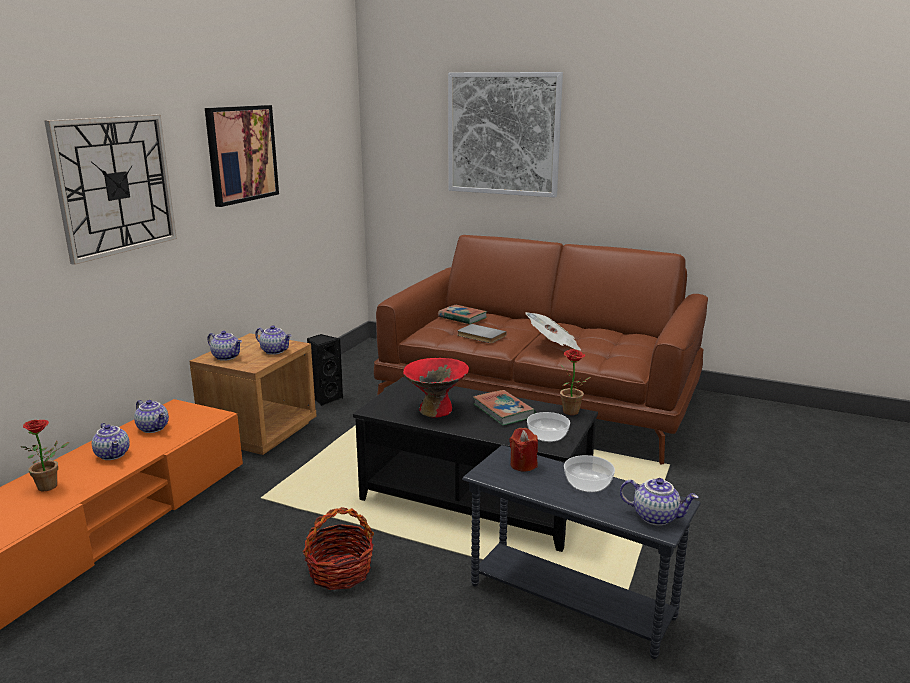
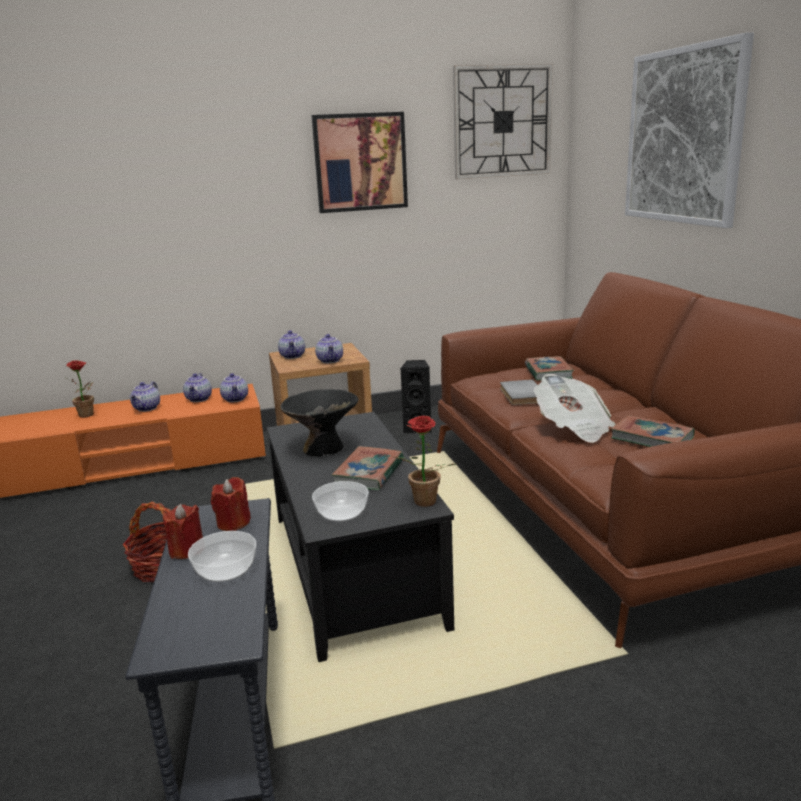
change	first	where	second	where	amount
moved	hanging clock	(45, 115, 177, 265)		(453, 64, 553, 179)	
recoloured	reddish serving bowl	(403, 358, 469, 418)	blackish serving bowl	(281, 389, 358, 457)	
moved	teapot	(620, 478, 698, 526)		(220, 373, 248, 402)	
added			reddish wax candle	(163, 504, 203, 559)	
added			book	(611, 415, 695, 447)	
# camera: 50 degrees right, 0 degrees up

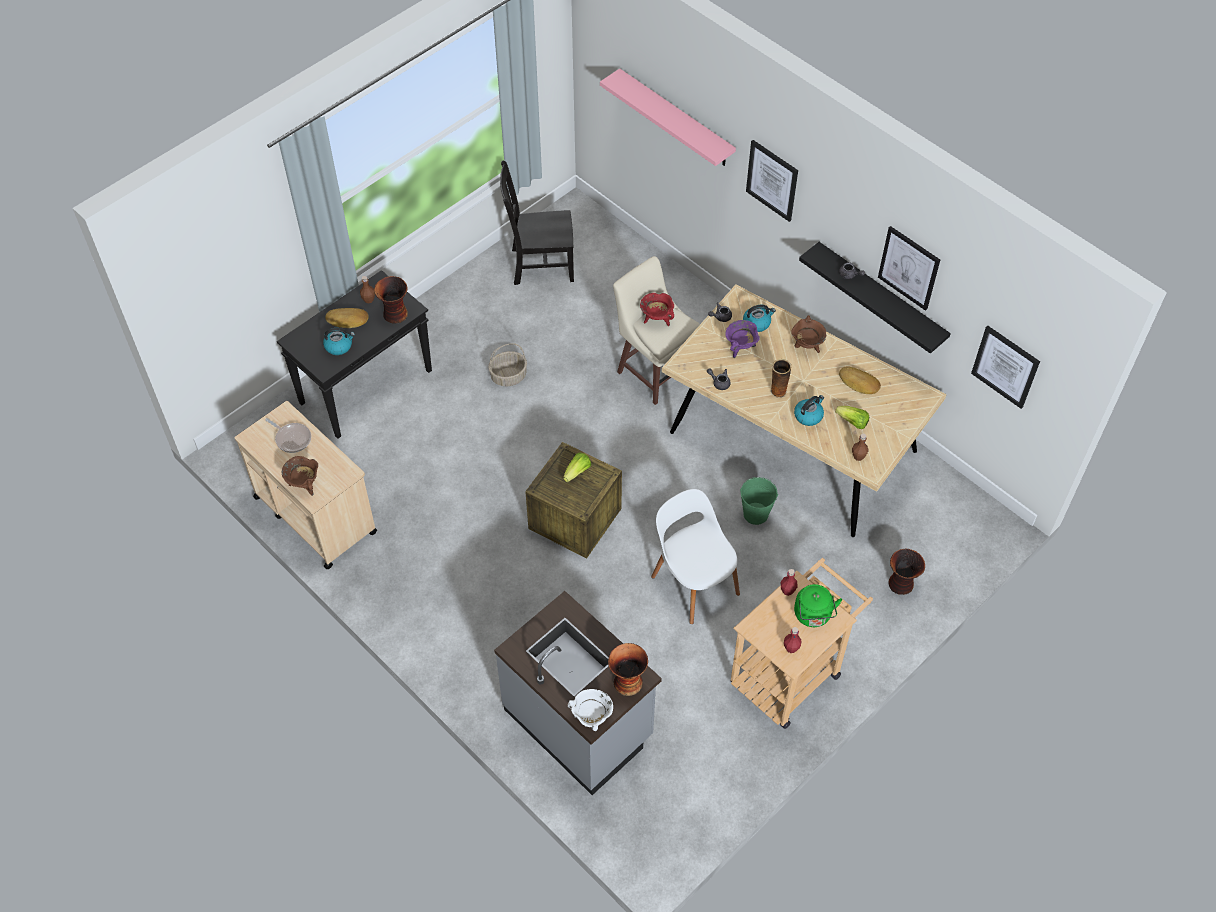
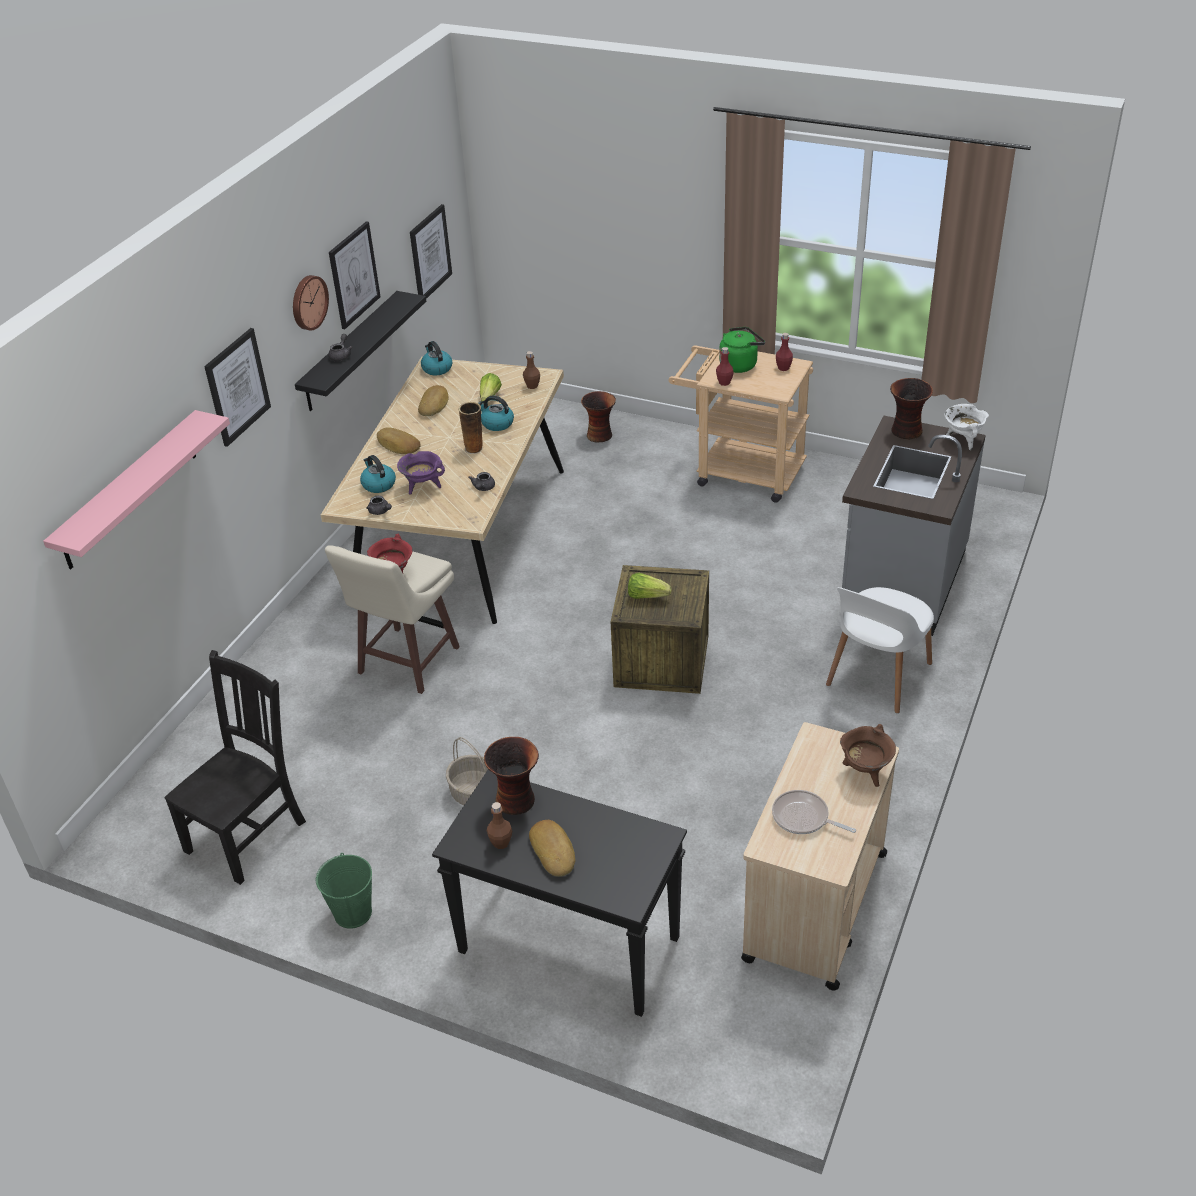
change	first	where	second	where	amount
turned	frying pan	(265, 418, 311, 453)		(772, 790, 856, 834)	75 degrees counterclockwise
moved	tea kettle	(323, 328, 355, 355)		(421, 341, 452, 375)	
turned	blackish chair	(500, 160, 574, 285)		(164, 650, 306, 885)	120 degrees counterclockwise
moved	white chair	(651, 489, 740, 624)		(826, 587, 934, 713)	
moved	green-coloured water bucket	(740, 477, 778, 525)		(316, 853, 372, 929)	
replaced	brown-coloured cooking pot	(791, 315, 826, 353)	bread	(377, 427, 421, 454)	
added			hanging clock	(293, 275, 329, 331)	
# camera: 110 degrees left, 15 degrees down

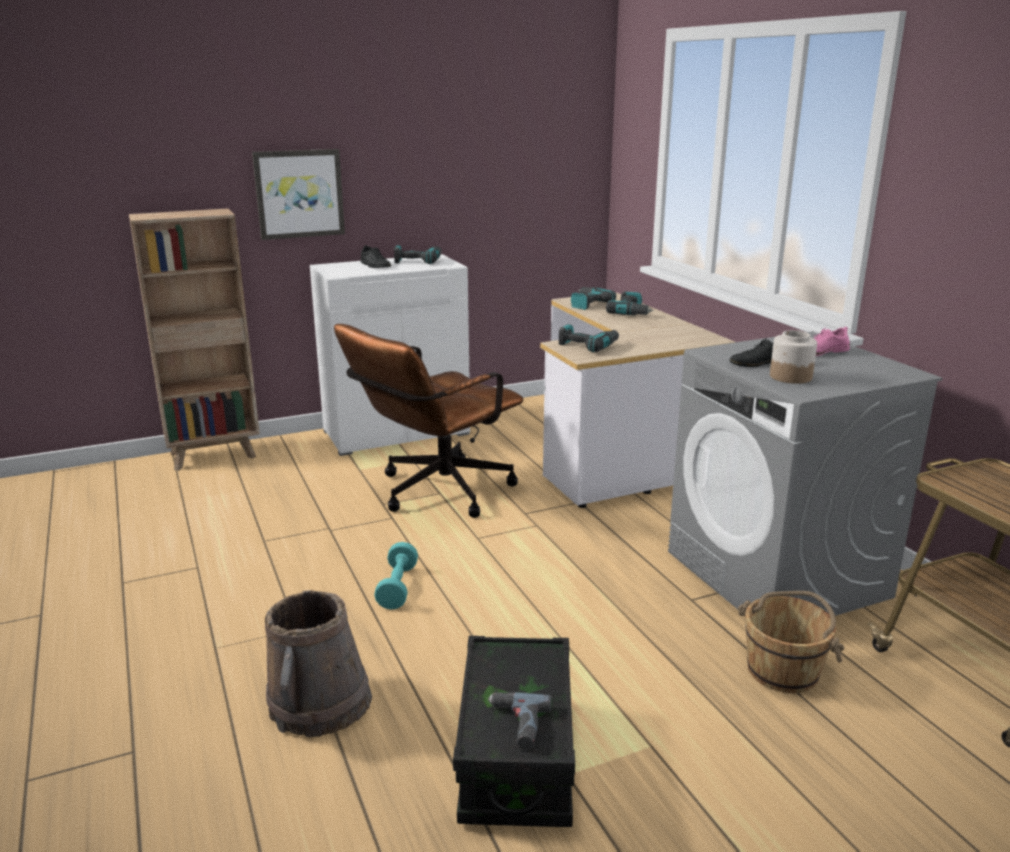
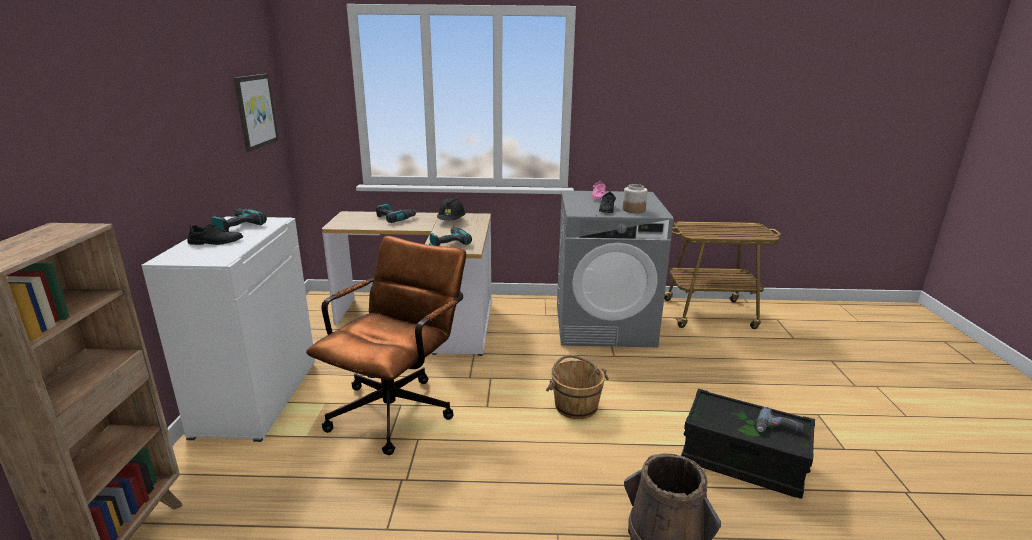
change	first	where	second	where	amount
moved	wall picture	(252, 149, 345, 240)		(234, 74, 278, 152)	
turned	brown-coloured desk chair	(334, 324, 523, 518)		(306, 236, 466, 455)	135 degrees counterclockwise
removed	blue-green free weight	(374, 542, 418, 610)			
removed	drill	(571, 287, 616, 310)			
moved	brown-coloured water bucket	(738, 591, 844, 693)		(546, 355, 609, 419)	
added			blackish hard hat	(437, 198, 465, 220)	
# camera: 65 degrees left, 0 degrees up

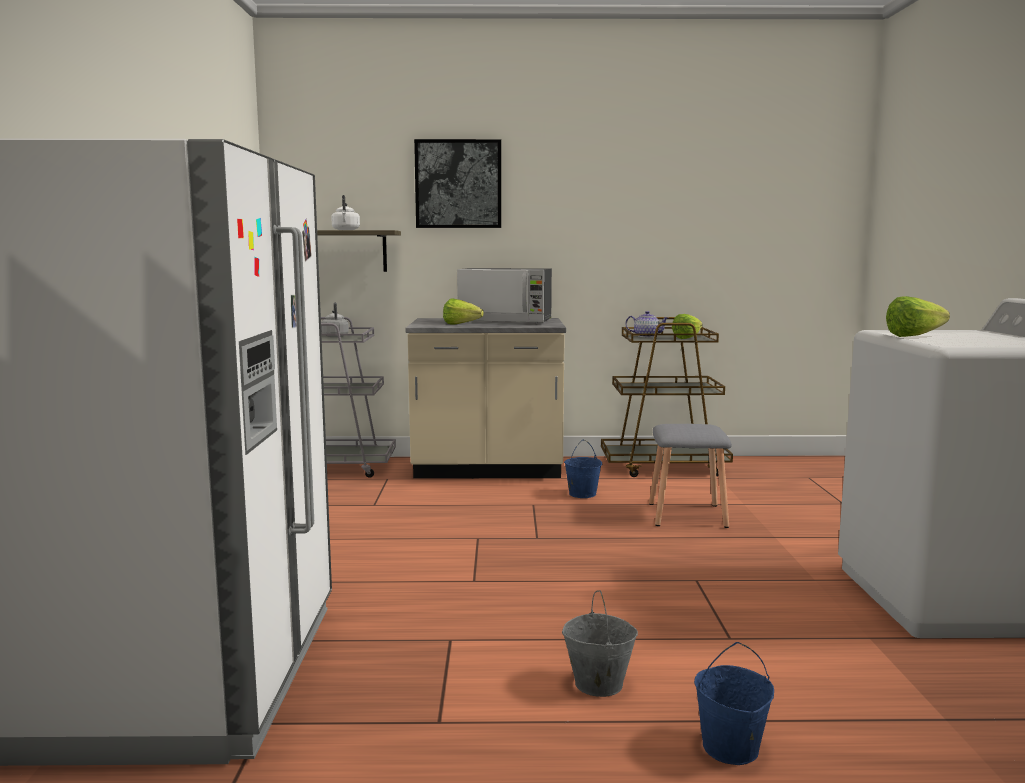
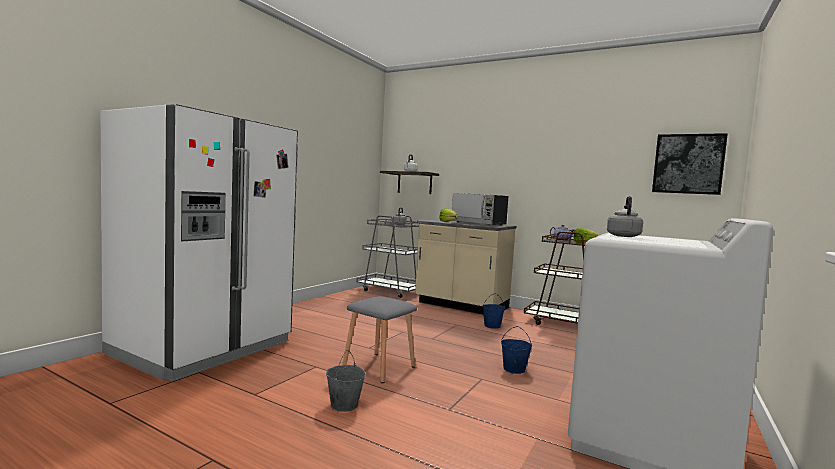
change	first	where	second	where	amount
moved	wall picture	(414, 139, 501, 228)		(652, 133, 728, 195)	
moved	greyish stool seat	(649, 424, 732, 528)		(342, 296, 417, 383)	
moved	bluish water bucket	(694, 642, 774, 765)		(501, 326, 532, 374)	
replaced	head of lettuce	(886, 296, 950, 337)	greyish tea kettle	(607, 196, 643, 237)	
# camera: 30 degrees right, 5 degrees down

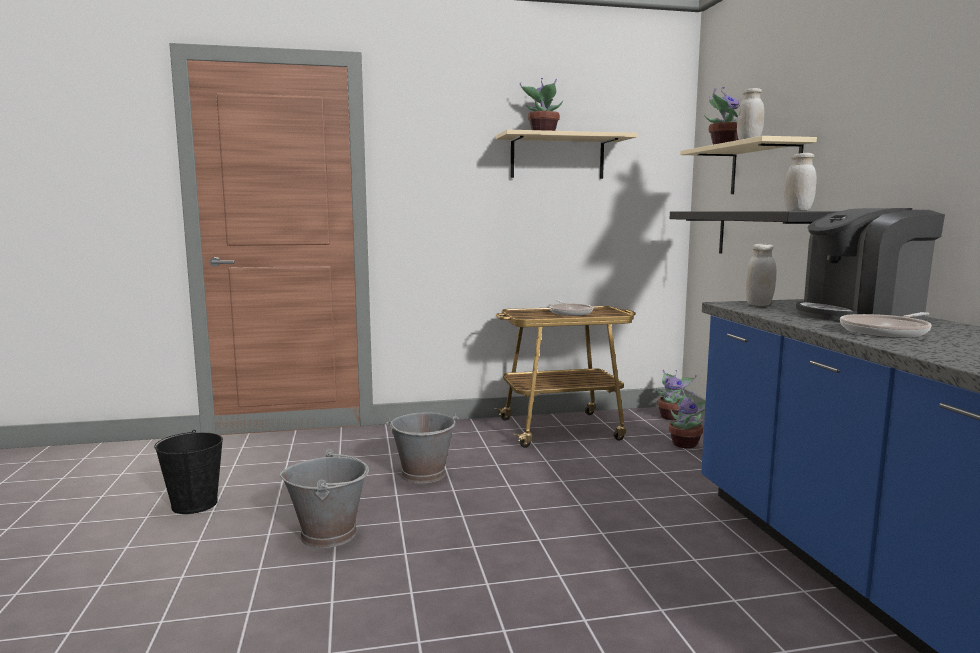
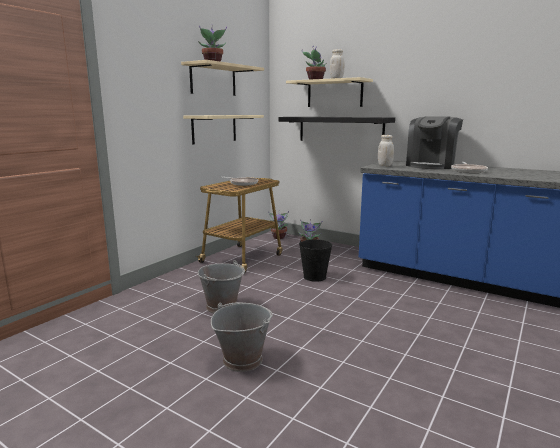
change	first	where	second	where	amount
moved	blackish water bucket	(154, 430, 223, 514)		(299, 239, 332, 282)	
removed	white preserve jar	(784, 153, 817, 211)			
added			beige wall shelf	(183, 115, 264, 145)	
# camera: 45 degrees left, 5 degrees up

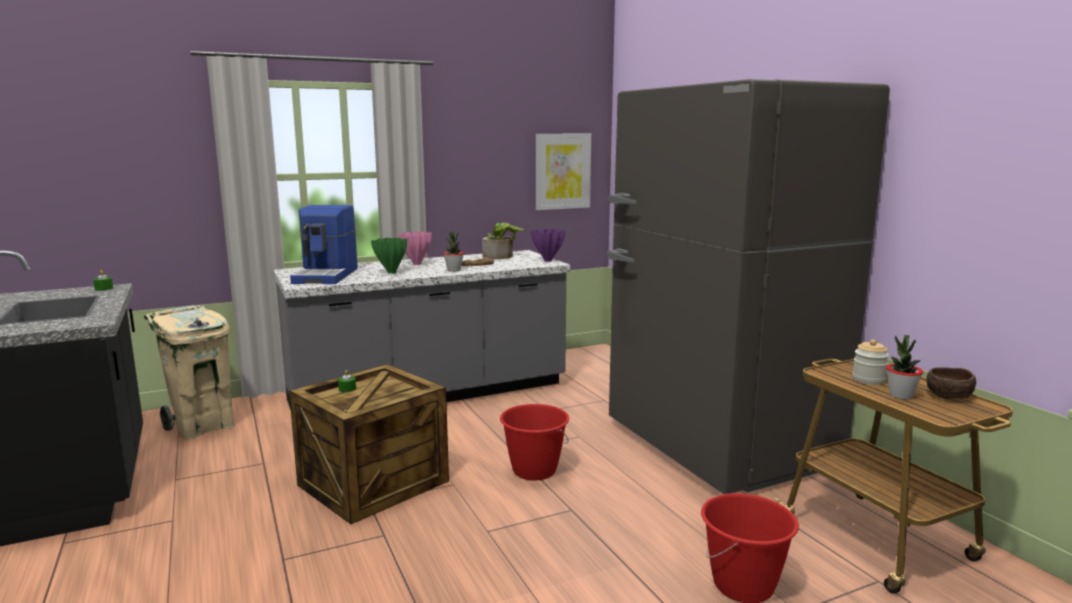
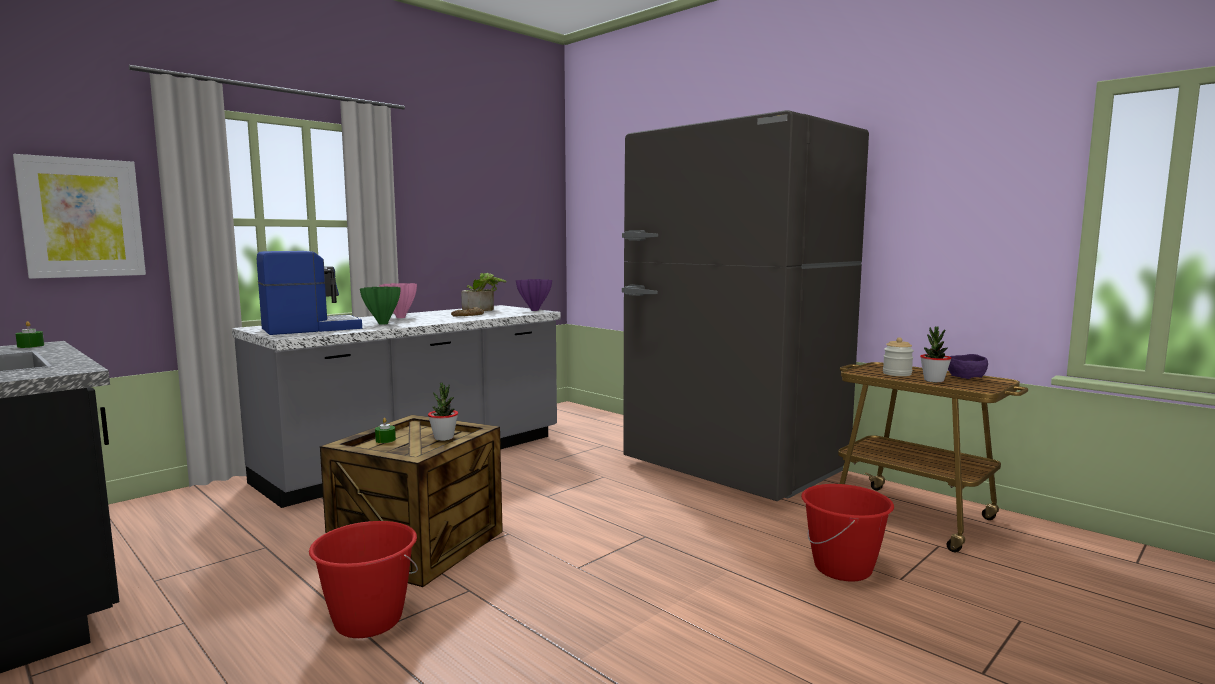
change	first	where	second	where	amount
removed	beige trash can	(144, 305, 235, 440)			
turned	coffee machine	(290, 205, 358, 284)		(257, 251, 362, 335)	105 degrees counterclockwise
moved	houseplant	(443, 231, 464, 272)		(428, 382, 458, 441)	
moved	reddish water bucket	(500, 404, 569, 480)		(309, 521, 418, 638)	
moved	wall picture	(536, 134, 591, 210)		(13, 154, 146, 279)	
recoloured	brown-coloured serving bowl	(926, 367, 976, 399)	purplish serving bowl	(948, 354, 988, 379)	
# camera: 20 degrees left, 5 degrees down

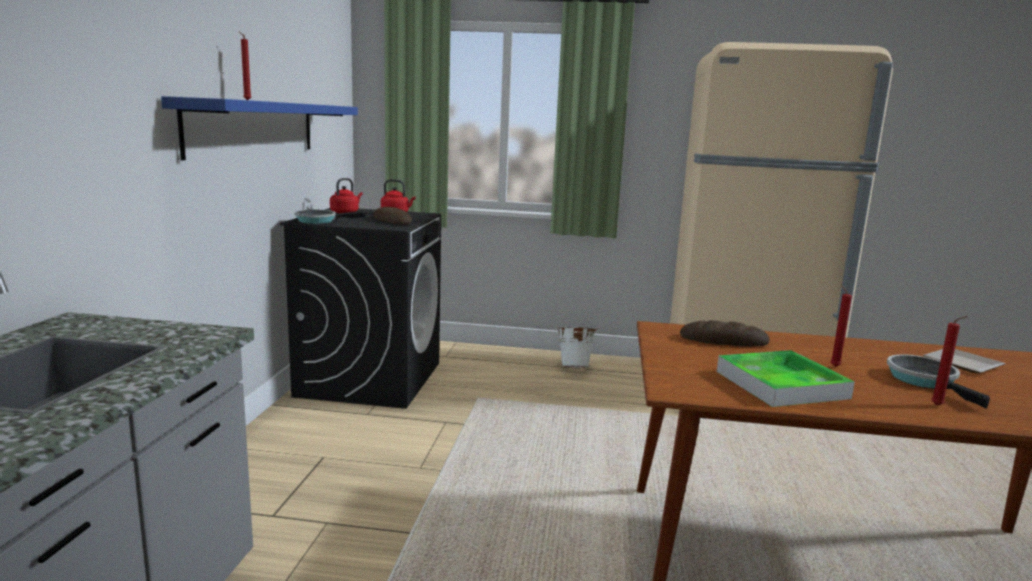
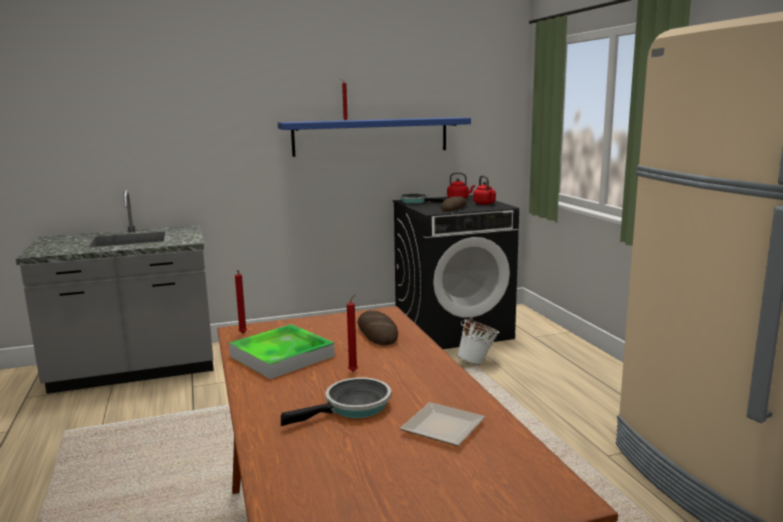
change	first	where	second	where	amount
moved	white water bucket	(556, 327, 597, 368)		(457, 318, 499, 365)	
moved	reddish wax candle	(931, 316, 968, 406)		(235, 270, 247, 333)	
# camera: 65 degrees right, 0 degrees up

